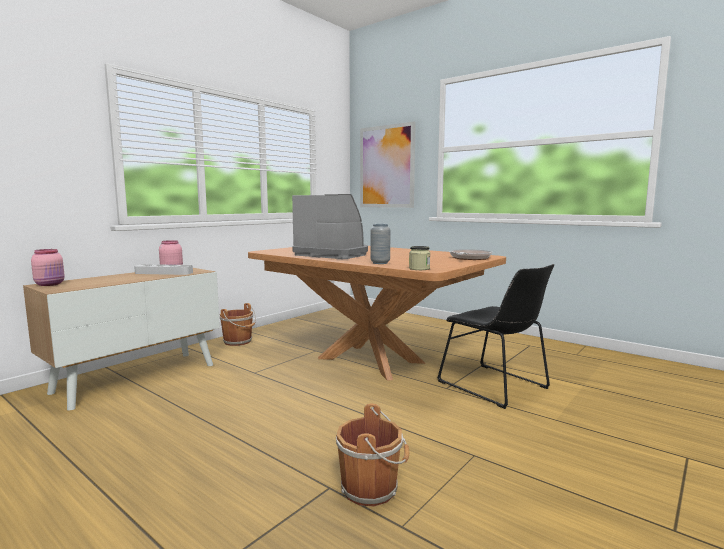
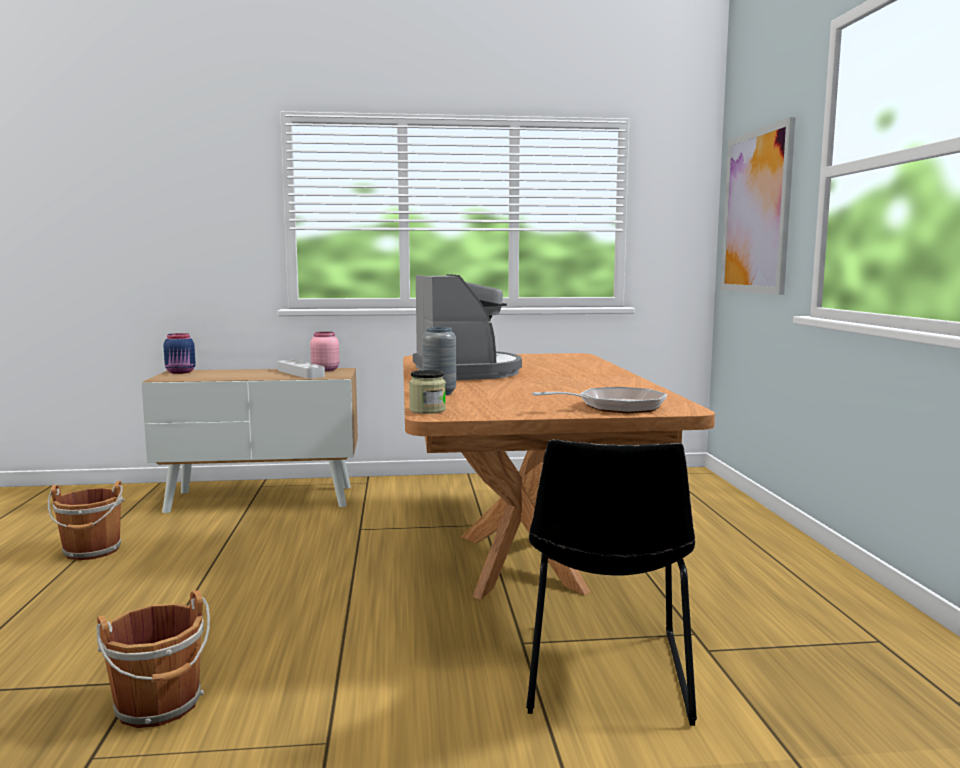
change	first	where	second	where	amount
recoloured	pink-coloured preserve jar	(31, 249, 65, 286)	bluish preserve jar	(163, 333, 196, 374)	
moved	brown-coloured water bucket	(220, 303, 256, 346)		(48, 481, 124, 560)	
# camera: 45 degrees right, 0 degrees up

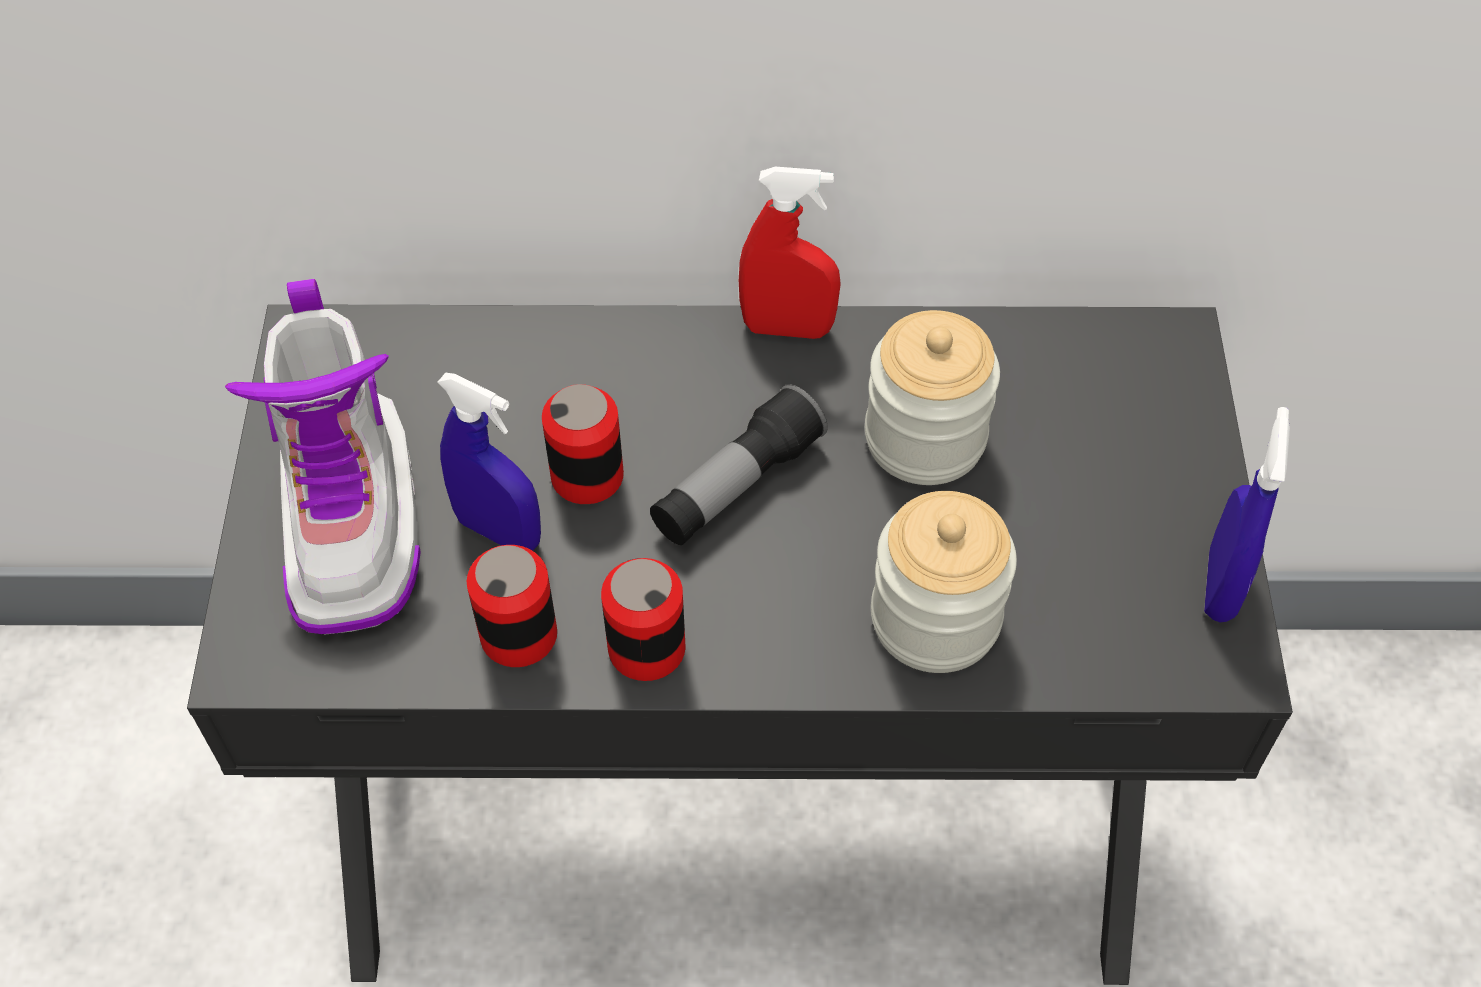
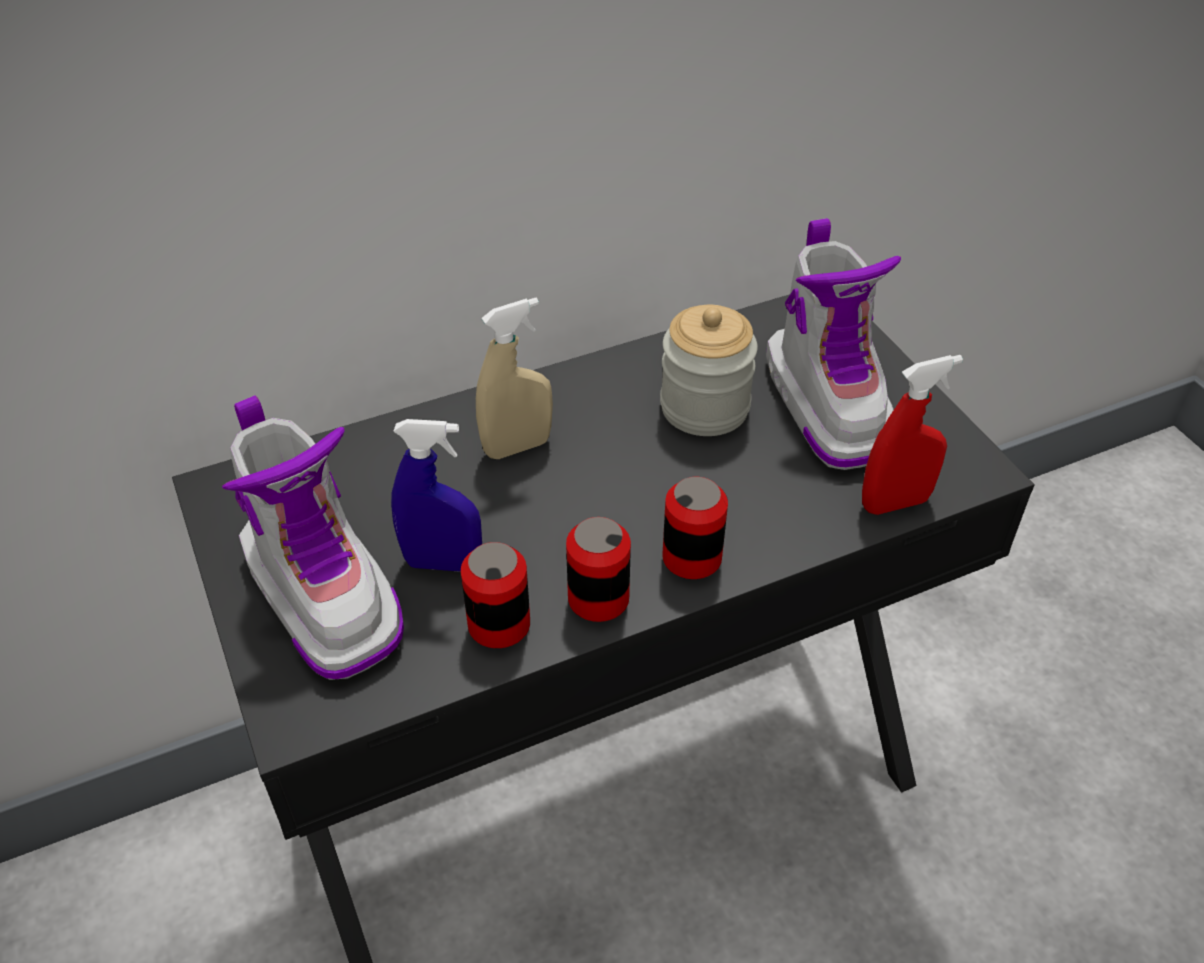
change	first	where	second	where	amount
moved	metal can	(542, 384, 624, 504)		(662, 477, 728, 579)	
removed	flashlight	(650, 384, 828, 545)			
moved	reddish spray bottle	(739, 167, 840, 339)		(862, 355, 963, 515)	
removed	preserve jar	(871, 491, 1017, 673)			
removed	bluish spray bottle	(1204, 407, 1290, 622)			
added			beige spray bottle	(476, 297, 553, 459)	
added			high-top boot	(766, 218, 901, 470)	
# camera: 25 degrees left, 10 degrees down

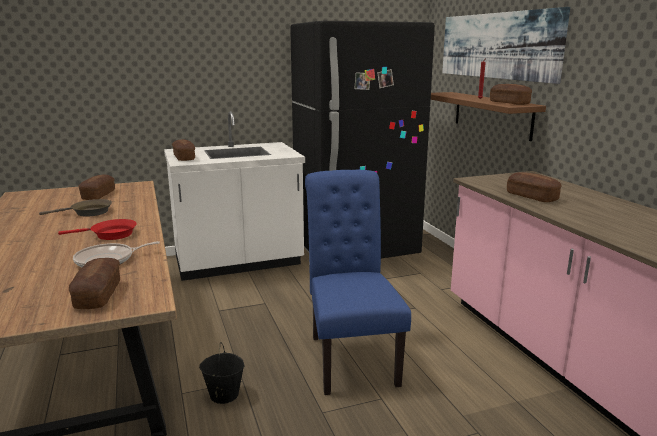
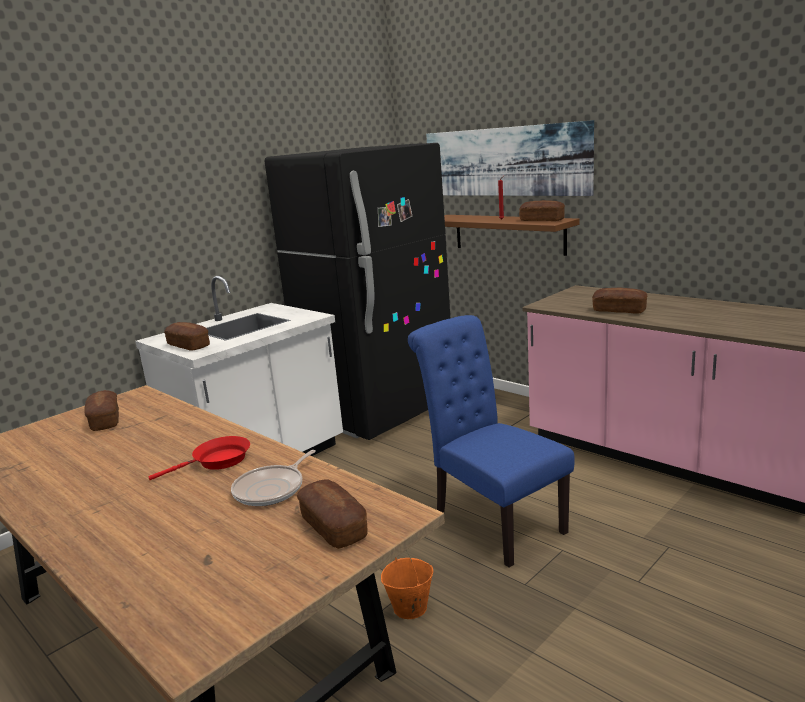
change	first	where	second	where	amount
removed	brown-coloured frying pan	(39, 199, 112, 216)			
recoloured	blackish water bucket	(199, 342, 244, 404)	orange-coloured water bucket	(381, 550, 433, 619)	
# camera: 25 degrees left, 0 degrees up

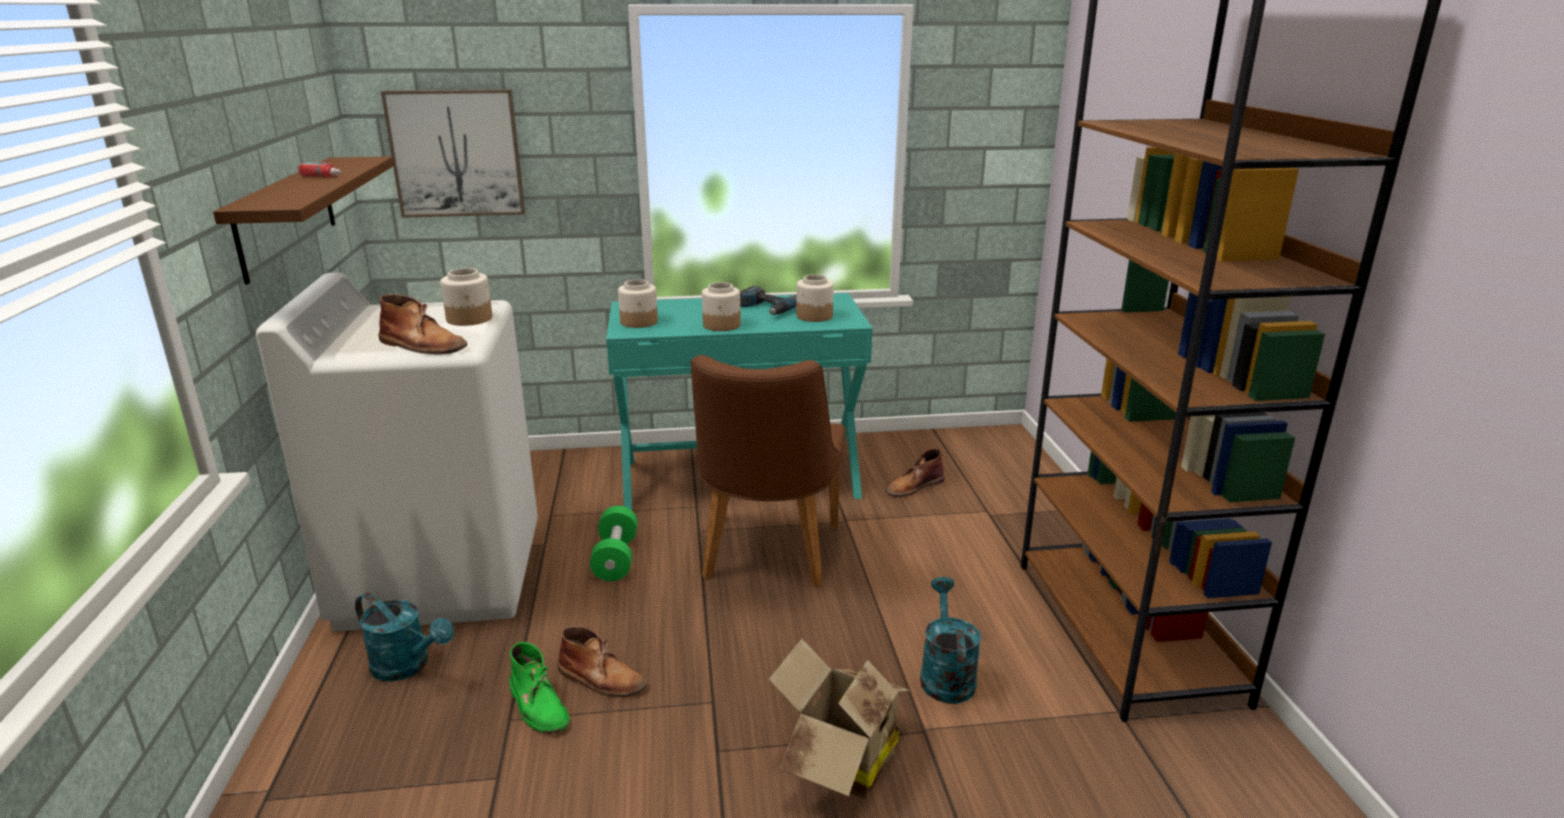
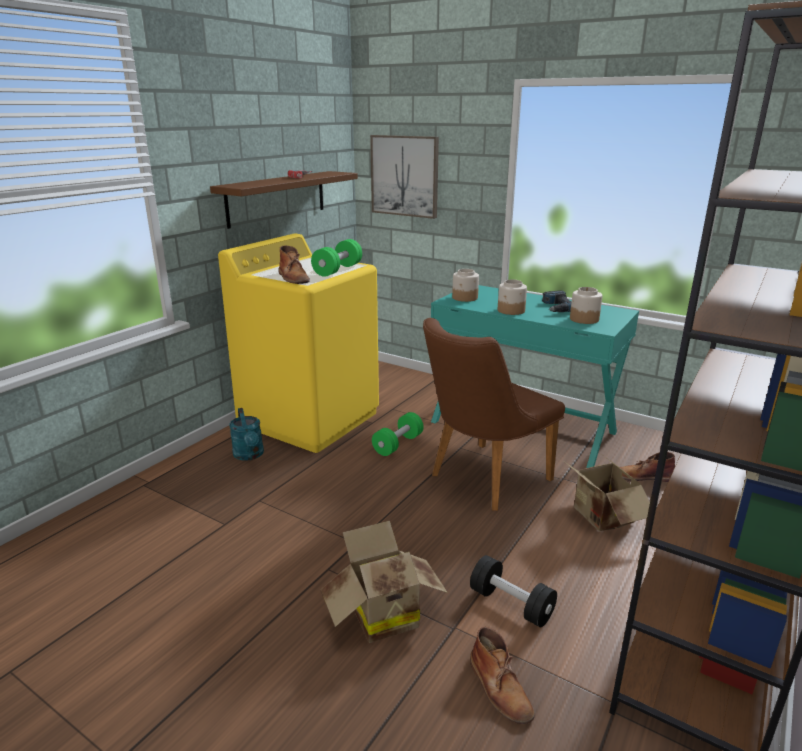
change	first	where	second	where	amount
recoloured	white laundry appliance	(256, 272, 538, 632)	yellow laundry appliance	(218, 233, 379, 453)	
replaced	preserve jar	(440, 268, 492, 326)	green-coloured free weight	(311, 239, 362, 277)	
removed	green-coloured high-top boot	(509, 642, 570, 734)			
moved	brown-coloured high-top boot	(558, 626, 647, 697)		(470, 627, 535, 724)	
replaced	blue-green sprinkling can	(920, 577, 981, 704)	blackish free weight	(470, 555, 557, 627)	
added			carton	(565, 453, 650, 531)	
# camera: 40 degrees right, 0 degrees up

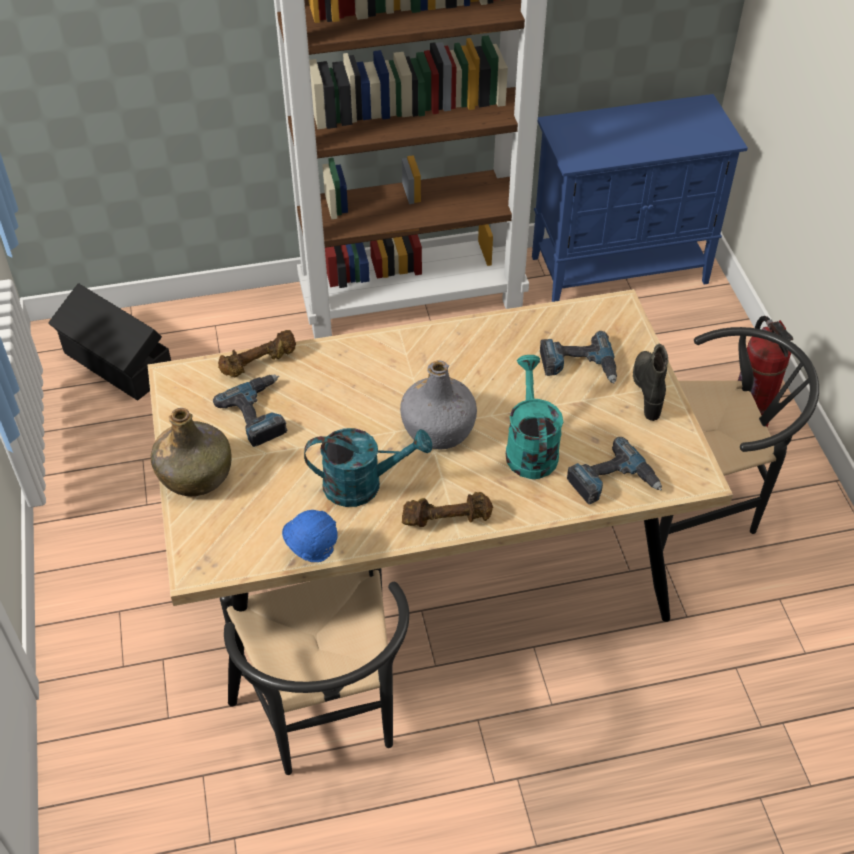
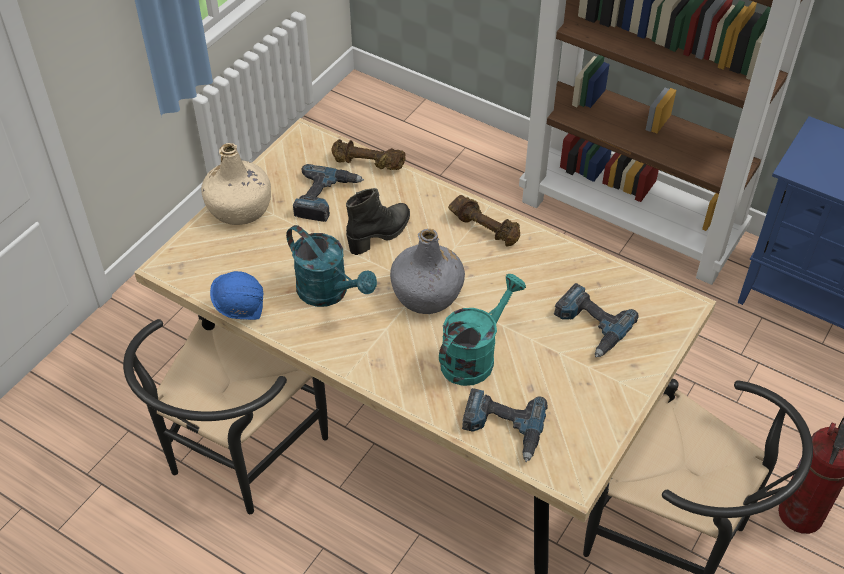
change	first	where	second	where	amount
removed	blackish storage box	(48, 283, 171, 401)			
recoloured	green-coloured drink bottle	(151, 408, 232, 496)	beige drink bottle	(201, 143, 271, 225)	
moved	brown-coloured free weight	(402, 492, 493, 527)		(448, 195, 520, 246)	
moved	blackish high-top boot	(633, 344, 668, 421)		(346, 188, 410, 255)	
# camera: 45 degrees right, 0 degrees up

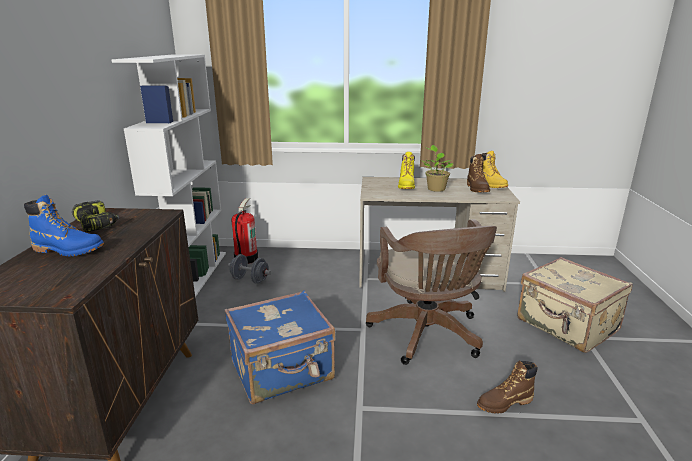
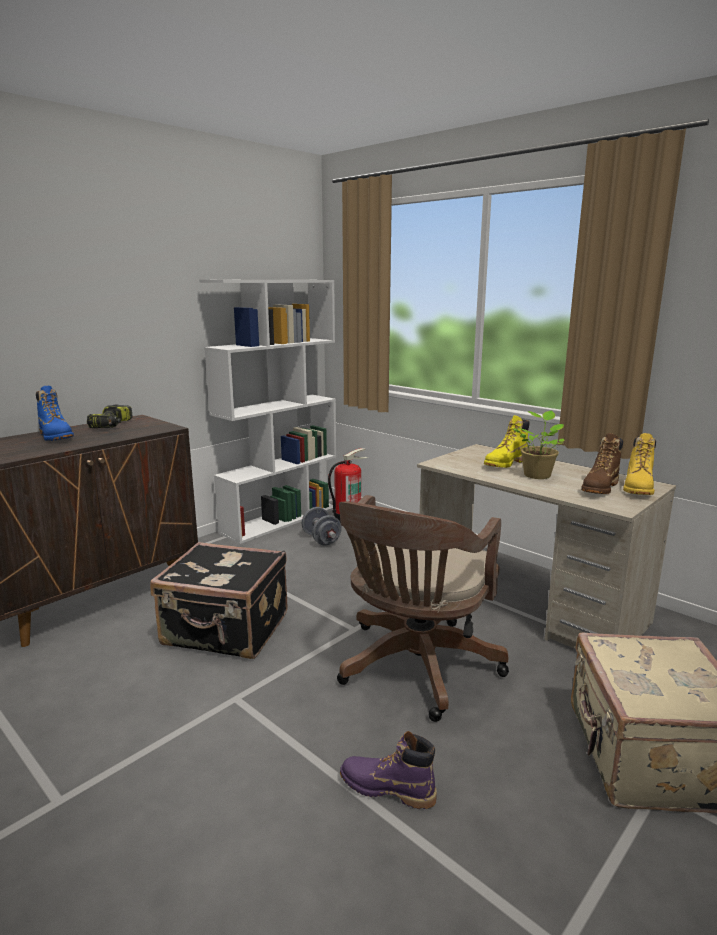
change	first	where	second	where	amount
recoloured	bluish suitcase	(225, 290, 335, 404)	blackish suitcase	(150, 542, 288, 659)	
recoloured	brown-coloured high-top boot	(477, 361, 538, 414)	purplish high-top boot	(340, 731, 437, 809)	
# camera: 40 degrees right, 5 degrees down

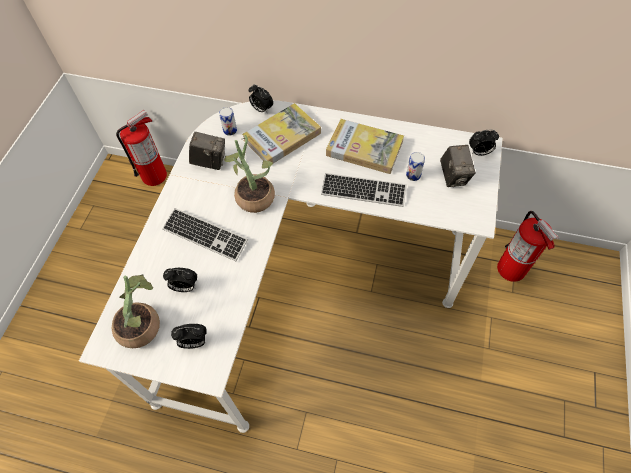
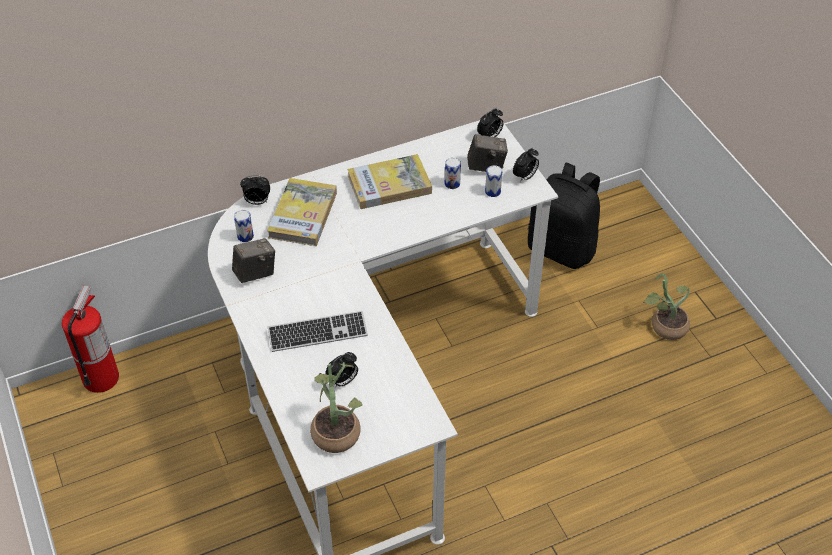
change	first	where	second	where	amount
moved	table clock	(171, 324, 207, 349)		(513, 148, 539, 182)	
moved	houseplant	(224, 135, 275, 213)		(644, 273, 690, 340)	
removed	PC keyboard	(321, 173, 407, 207)			
turned	photo camera	(440, 145, 476, 187)		(467, 134, 508, 172)	45 degrees counterclockwise
replaced	fire extinguisher	(497, 211, 559, 282)	blackish knapsack	(528, 163, 600, 269)	
added			metal can	(485, 165, 502, 197)	
# camera: 40 degrees left, 10 degrees down

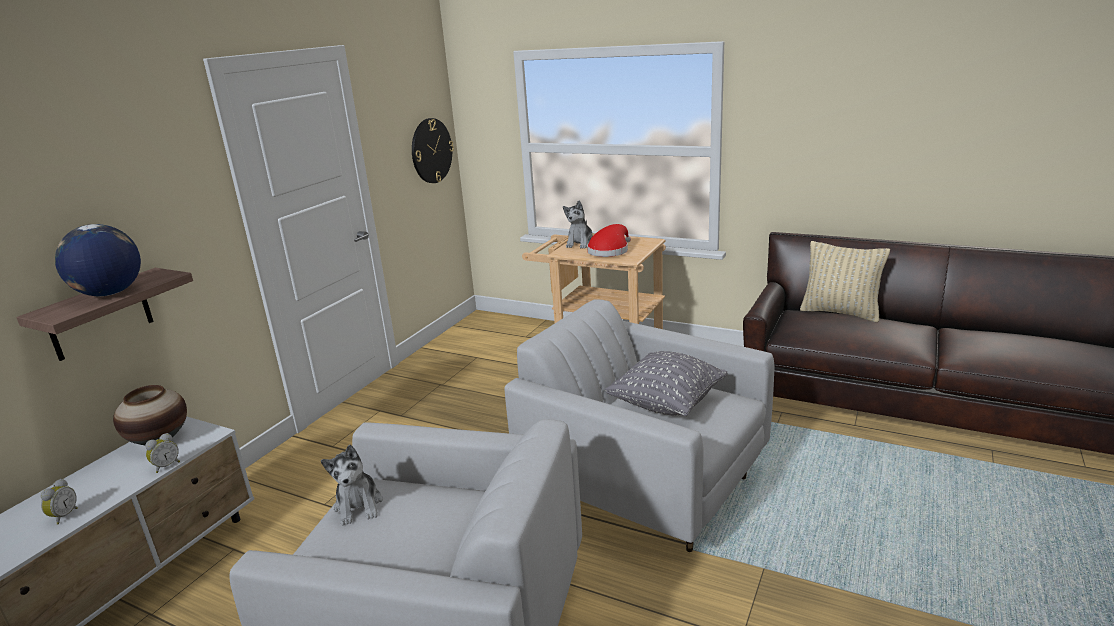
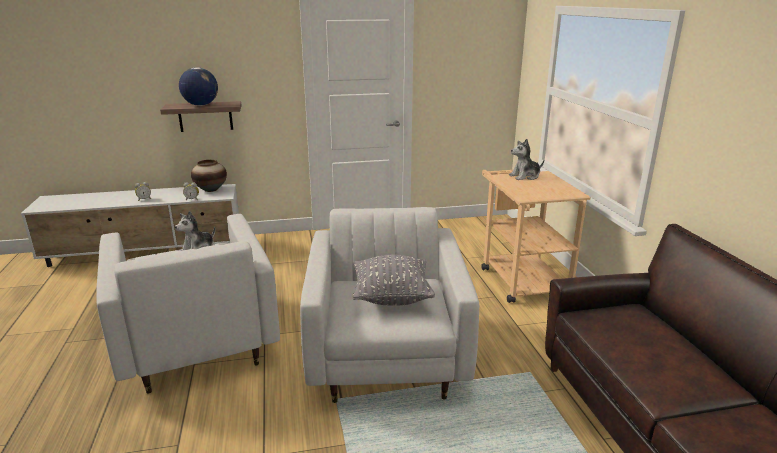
change	first	where	second	where	amount
removed	hanging clock	(412, 118, 454, 183)			
removed	reddish wearable hat	(587, 224, 631, 257)			
removed	beige throw pillow	(800, 241, 890, 322)			
# camera: 50 degrees right, 0 degrees up

